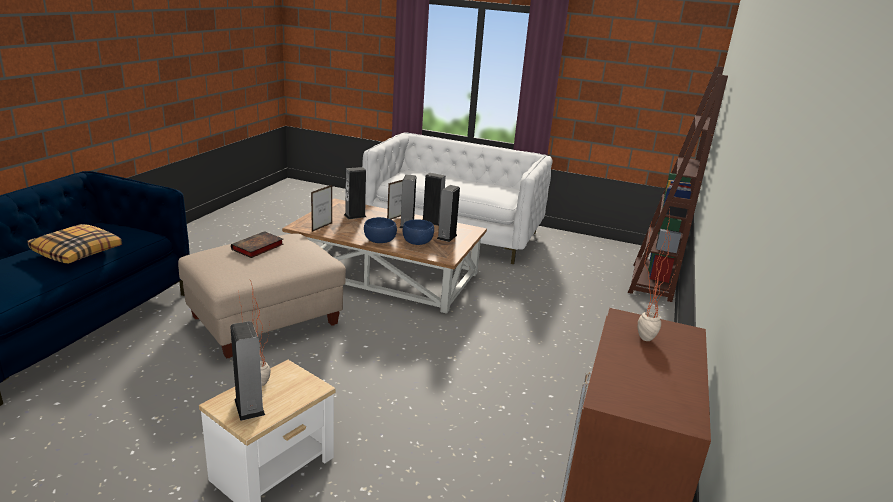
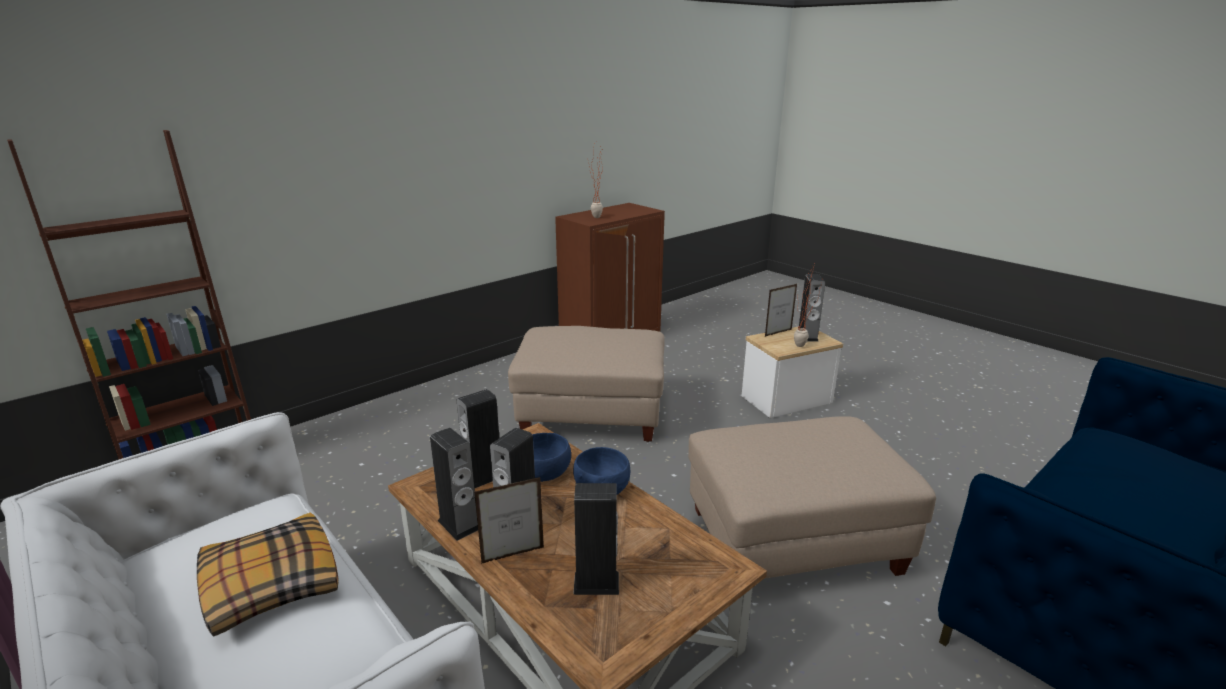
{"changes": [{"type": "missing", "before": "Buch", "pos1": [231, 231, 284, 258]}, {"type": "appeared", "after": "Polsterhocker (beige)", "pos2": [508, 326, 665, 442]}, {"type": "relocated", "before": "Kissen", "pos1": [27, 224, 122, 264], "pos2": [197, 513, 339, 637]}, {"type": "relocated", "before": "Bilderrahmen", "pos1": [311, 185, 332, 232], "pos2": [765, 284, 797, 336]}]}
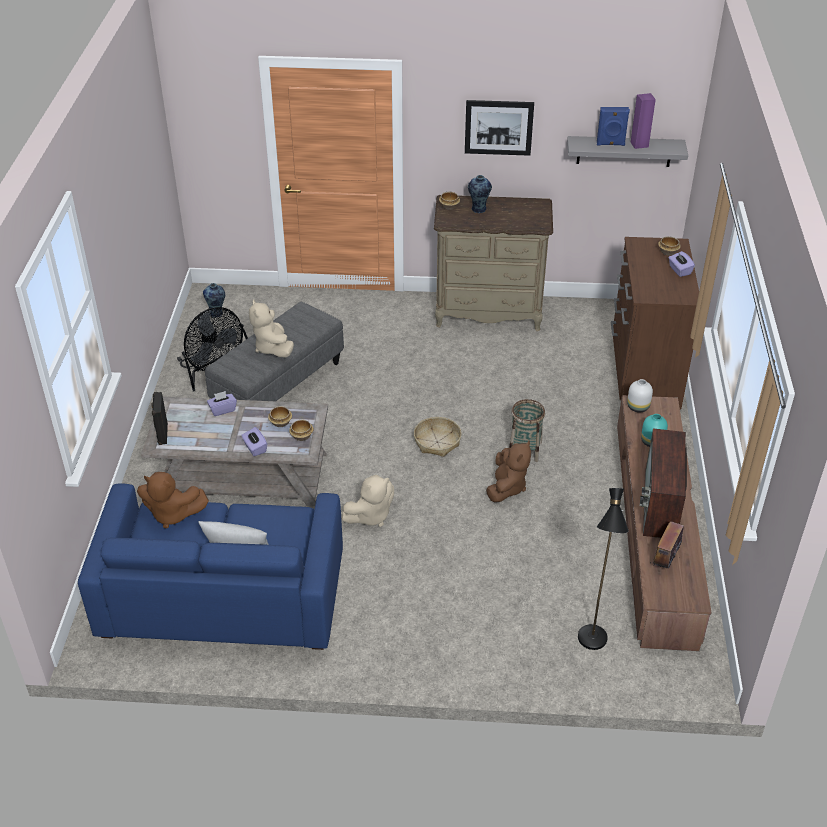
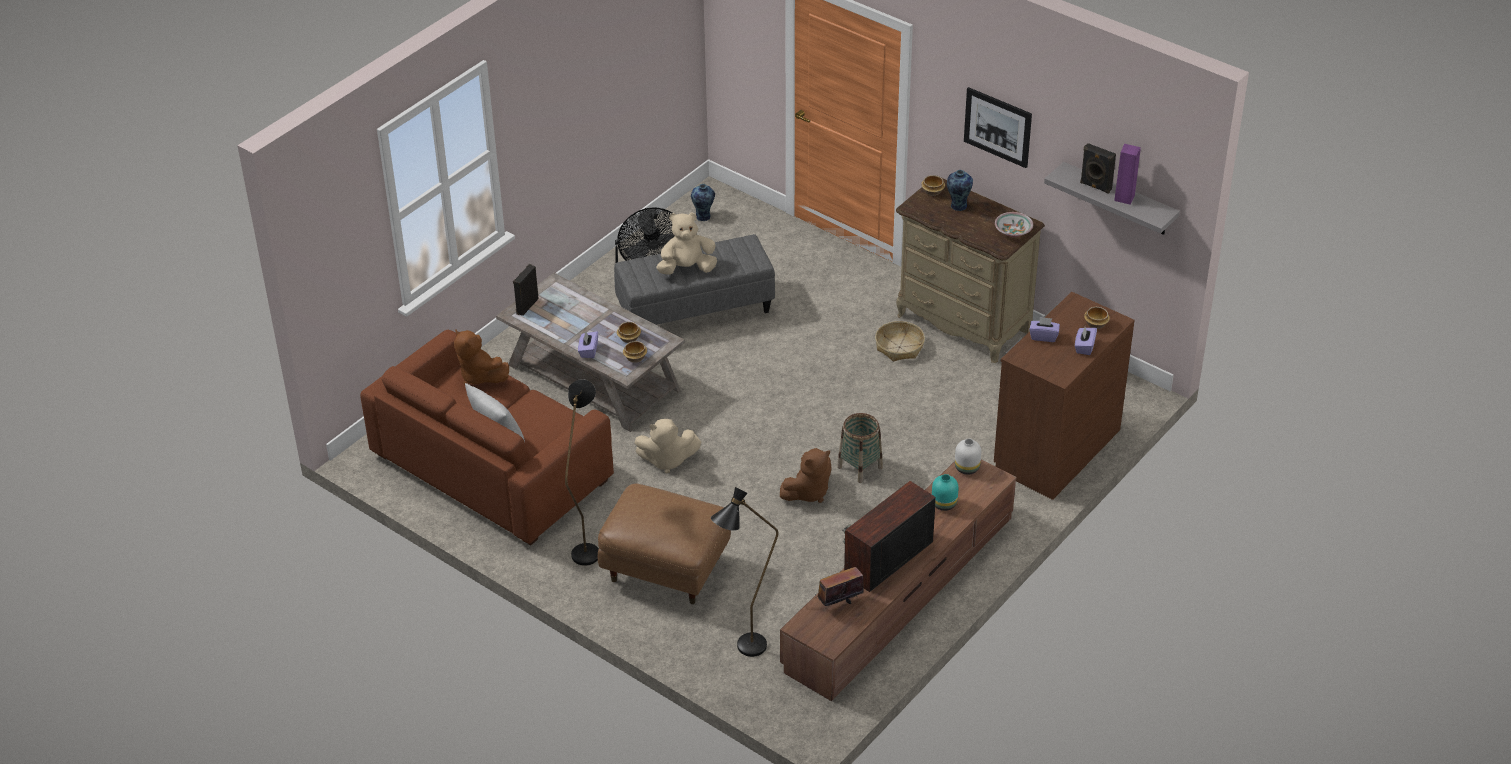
{"changes": [{"type": "appeared", "after": "Stehlampe (schwarz)", "pos2": [565, 379, 599, 566]}, {"type": "appeared", "after": "Polsterhocker (braun)", "pos2": [598, 484, 731, 604]}, {"type": "appeared", "after": "Schüssel", "pos2": [995, 212, 1033, 237]}, {"type": "relocated", "before": "Taschentuchbox (lila)", "pos1": [207, 391, 237, 416], "pos2": [1029, 317, 1060, 342]}, {"type": "relocated", "before": "Korb", "pos1": [414, 417, 461, 457], "pos2": [875, 321, 925, 361]}, {"type": "colour", "before": "Sofa (blau)", "after": "Sofa (braun)", "pos1": [78, 484, 343, 650], "pos2": [360, 330, 614, 546]}, {"type": "colour", "before": "Lautsprecher (blau)", "after": "Lautsprecher (schwarz)", "pos1": [597, 107, 630, 146], "pos2": [1080, 143, 1116, 194]}, {"type": "spun", "before": "Plüschtier (beige)", "pos1": [249, 300, 294, 357], "pos2": [657, 212, 717, 275], "turn": 60}]}
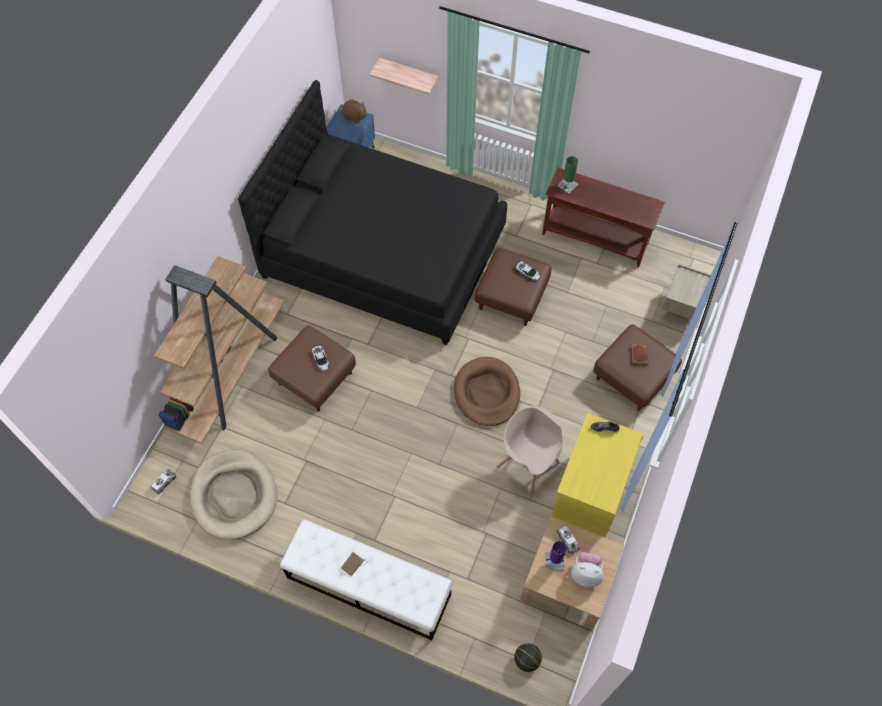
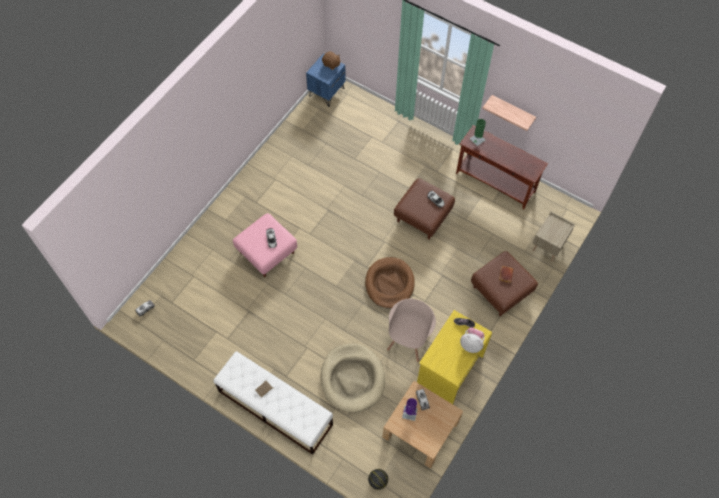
{"changes": [{"type": "missing", "before": "Bücherregal (braun)", "pos1": [154, 256, 284, 444]}, {"type": "missing", "before": "Bett (schwarz)", "pos1": [238, 80, 507, 345]}, {"type": "relocated", "before": "Hundebett (beige)", "pos1": [190, 449, 278, 539], "pos2": [321, 344, 385, 412]}, {"type": "relocated", "before": "Wandregal", "pos1": [370, 58, 438, 95], "pos2": [482, 95, 536, 131]}, {"type": "relocated", "before": "Plüschtier", "pos1": [571, 552, 604, 587], "pos2": [460, 327, 485, 353]}, {"type": "colour", "before": "Polsterhocker (braun)", "after": "Polsterhocker (rosa)", "pos1": [268, 325, 356, 412], "pos2": [233, 213, 297, 277]}, {"type": "spun", "before": "Stuhl (beige)", "pos1": [497, 406, 563, 494], "pos2": [387, 299, 436, 362], "turn": 60}]}
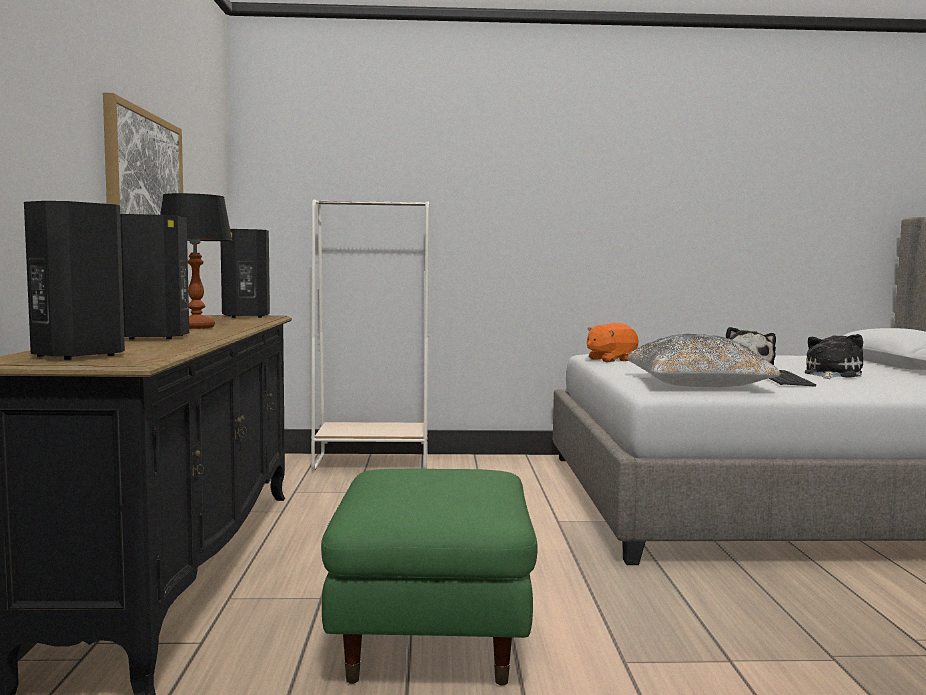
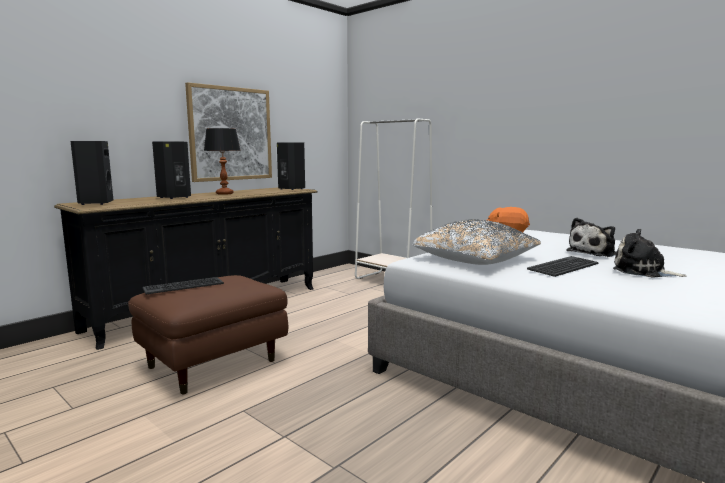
{"changes": [{"type": "appeared", "after": "Tastatur", "pos2": [143, 277, 224, 295]}, {"type": "colour", "before": "Polsterhocker (grün)", "after": "Polsterhocker (braun)", "pos1": [321, 469, 538, 686], "pos2": [128, 275, 288, 394]}, {"type": "spun", "before": "Plüschtier", "pos1": [805, 334, 863, 379], "pos2": [613, 229, 687, 278], "turn": -135}]}
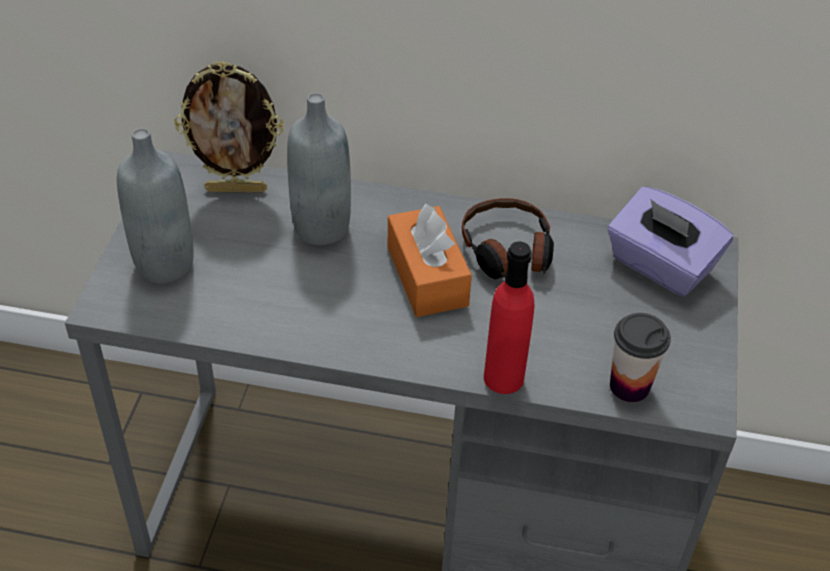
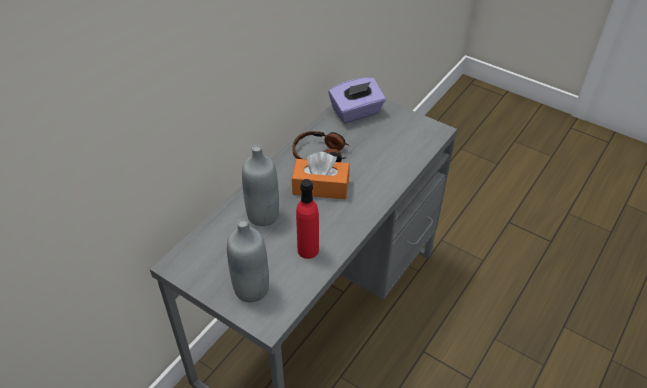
{"changes": [{"type": "missing", "before": "Bilderrahmen", "pos1": [174, 61, 284, 193]}, {"type": "missing", "before": "Tasse", "pos1": [610, 313, 671, 402]}, {"type": "relocated", "before": "Flasche (rot)", "pos1": [484, 241, 535, 394], "pos2": [296, 179, 319, 259]}]}
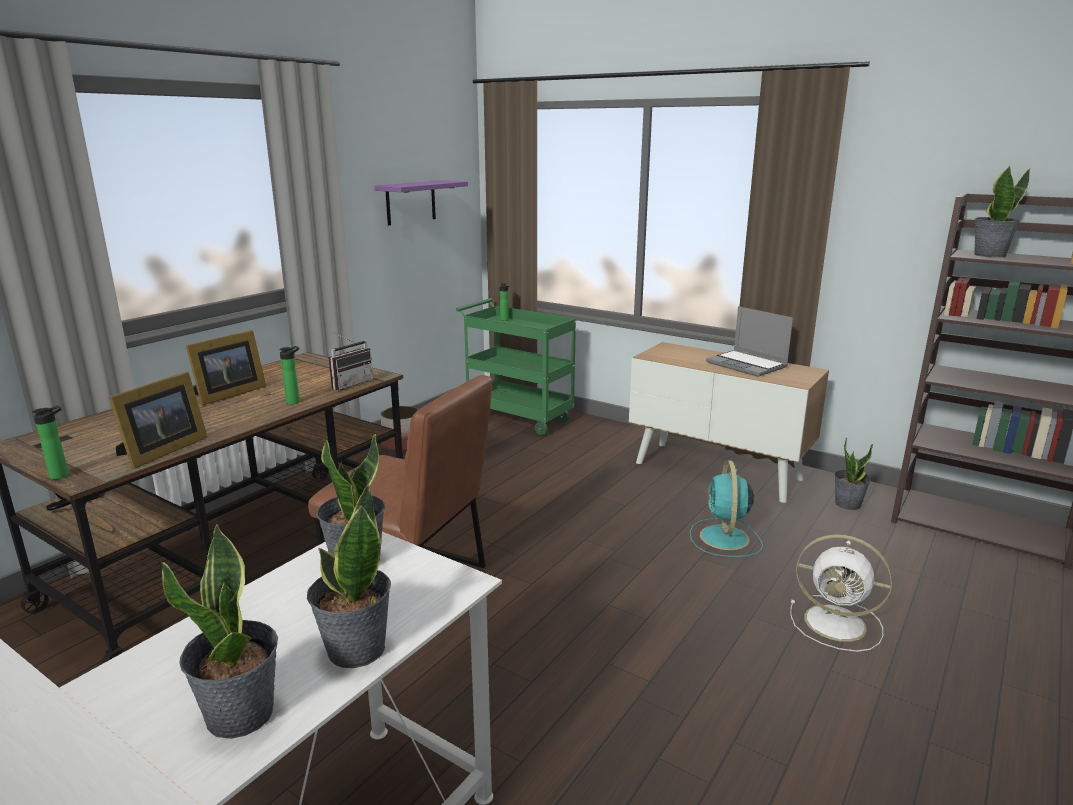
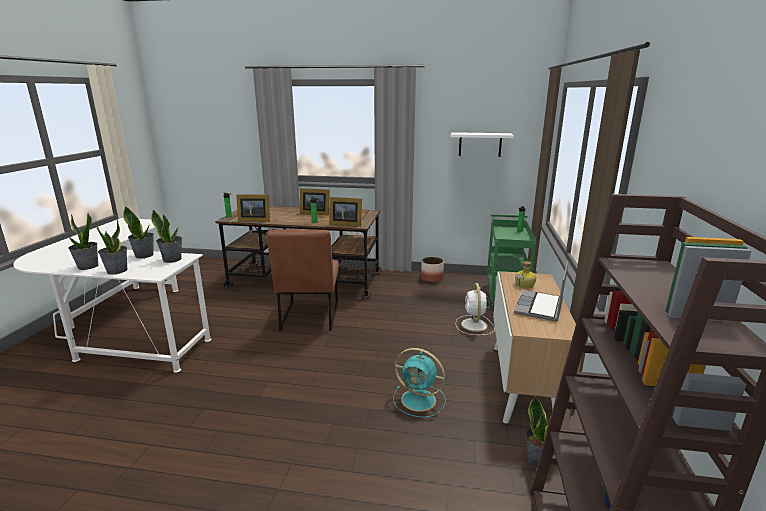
{"changes": [{"type": "appeared", "after": "Flasche", "pos2": [515, 261, 536, 288]}, {"type": "relocated", "before": "Ventilator (weiß)", "pos1": [790, 534, 892, 652], "pos2": [455, 283, 495, 335]}, {"type": "relocated", "before": "Topfpflanze", "pos1": [974, 165, 1030, 258], "pos2": [123, 206, 154, 259]}, {"type": "exchanged", "before": "Radio", "after": "Bilderrahmen", "pos1": [329, 332, 373, 390], "pos2": [329, 197, 362, 227]}, {"type": "colour", "before": "Wandregal (lila)", "after": "Wandregal (weiß)", "pos1": [374, 180, 468, 226], "pos2": [451, 132, 514, 157]}, {"type": "spun", "before": "Ventilator (türkis)", "pos1": [690, 460, 763, 557], "pos2": [393, 348, 445, 418], "turn": -135}]}
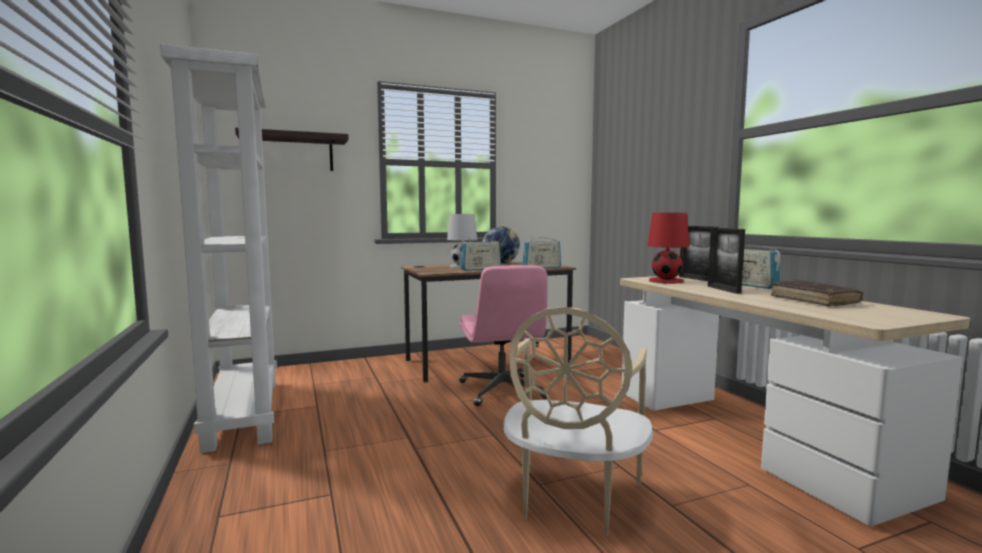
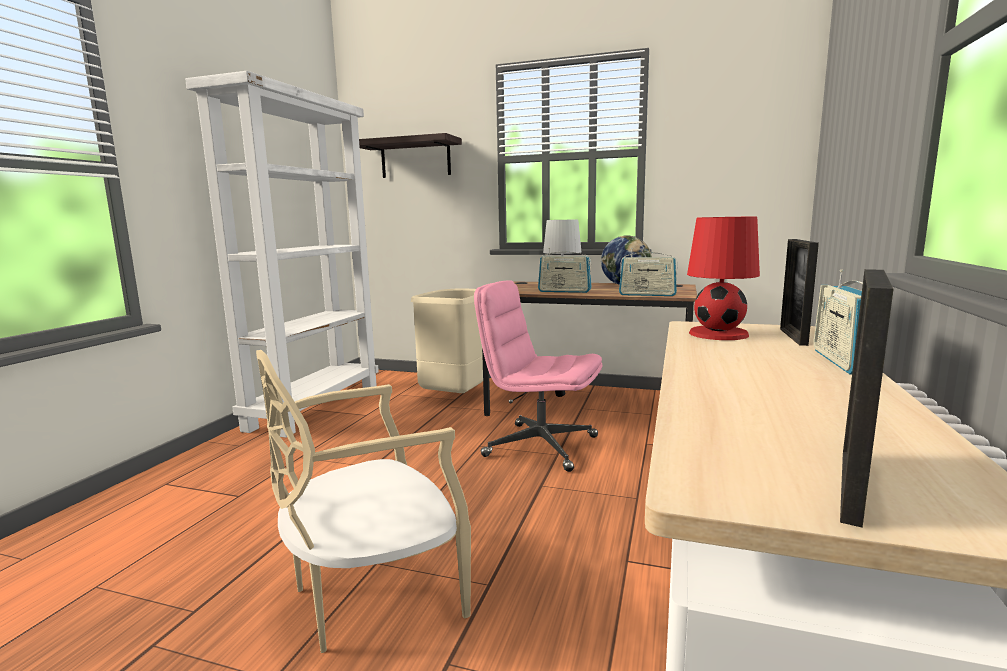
{"changes": [{"type": "missing", "before": "Buch (braun)", "pos1": [771, 280, 863, 307]}, {"type": "appeared", "after": "Mülleimer (beige)", "pos2": [411, 288, 483, 393]}, {"type": "relocated", "before": "Bilderrahmen", "pos1": [708, 228, 745, 294], "pos2": [840, 269, 894, 528]}, {"type": "spun", "before": "Bürostuhl (rosa)", "pos1": [459, 265, 549, 406], "pos2": [474, 280, 602, 472], "turn": 90}]}
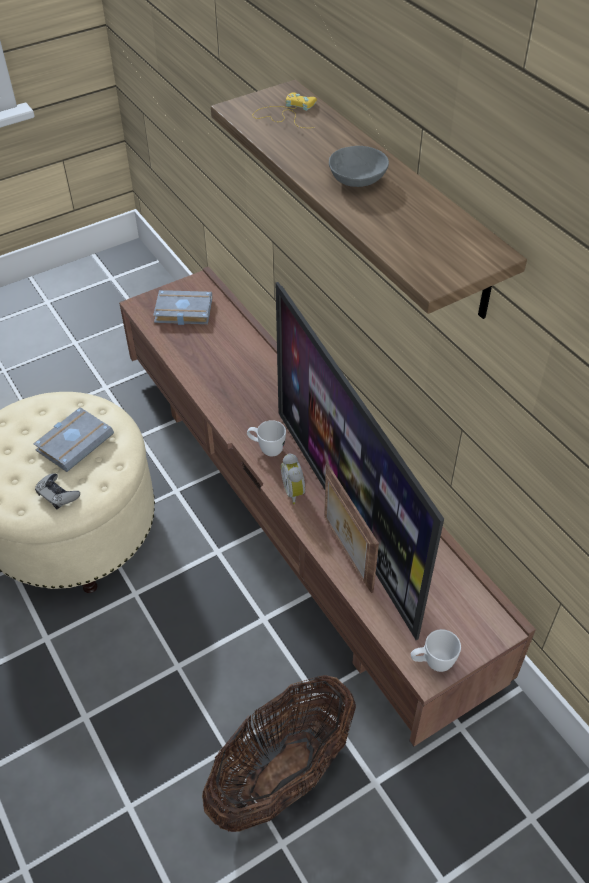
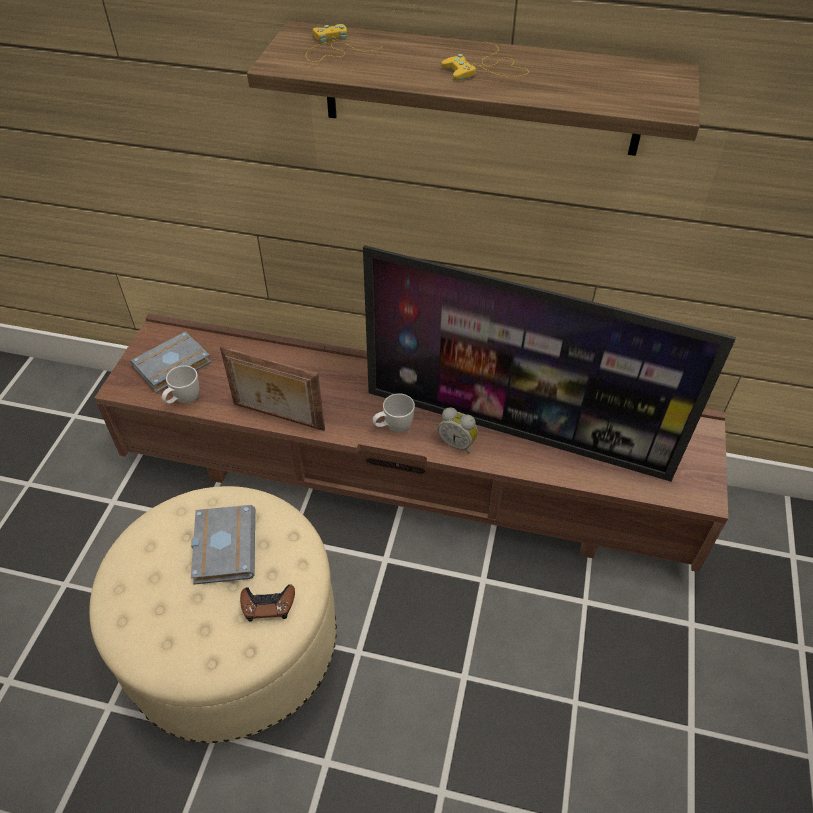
{"changes": [{"type": "missing", "before": "Korb", "pos1": [202, 675, 356, 832]}, {"type": "relocated", "before": "Bilderrahmen", "pos1": [324, 464, 379, 593], "pos2": [220, 346, 325, 431]}, {"type": "relocated", "before": "Henkelbecher (weiß)", "pos1": [411, 629, 461, 672], "pos2": [162, 365, 199, 404]}, {"type": "exchanged", "before": "Schüssel (grau)", "after": "Gamepad (gelb)", "pos1": [329, 146, 389, 187], "pos2": [441, 42, 529, 80]}, {"type": "colour", "before": "Gamepad (grau)", "after": "Gamepad (braun)", "pos1": [35, 473, 80, 510], "pos2": [240, 584, 295, 622]}]}
